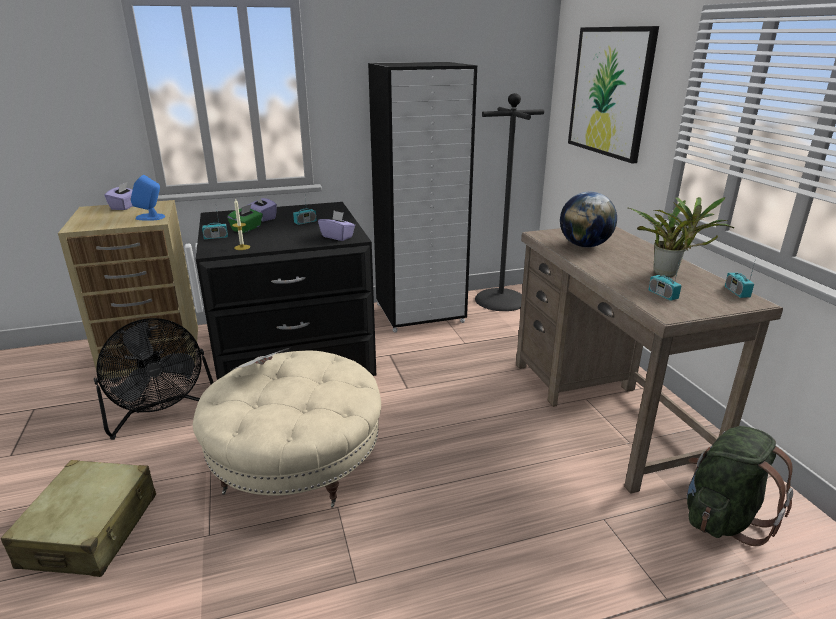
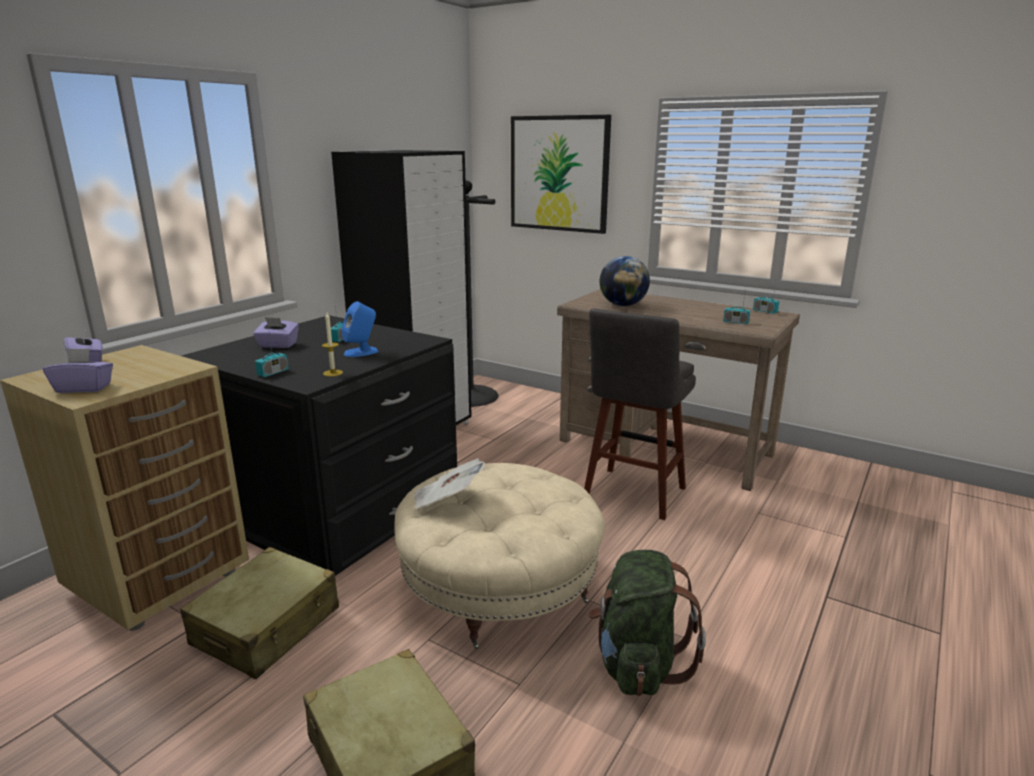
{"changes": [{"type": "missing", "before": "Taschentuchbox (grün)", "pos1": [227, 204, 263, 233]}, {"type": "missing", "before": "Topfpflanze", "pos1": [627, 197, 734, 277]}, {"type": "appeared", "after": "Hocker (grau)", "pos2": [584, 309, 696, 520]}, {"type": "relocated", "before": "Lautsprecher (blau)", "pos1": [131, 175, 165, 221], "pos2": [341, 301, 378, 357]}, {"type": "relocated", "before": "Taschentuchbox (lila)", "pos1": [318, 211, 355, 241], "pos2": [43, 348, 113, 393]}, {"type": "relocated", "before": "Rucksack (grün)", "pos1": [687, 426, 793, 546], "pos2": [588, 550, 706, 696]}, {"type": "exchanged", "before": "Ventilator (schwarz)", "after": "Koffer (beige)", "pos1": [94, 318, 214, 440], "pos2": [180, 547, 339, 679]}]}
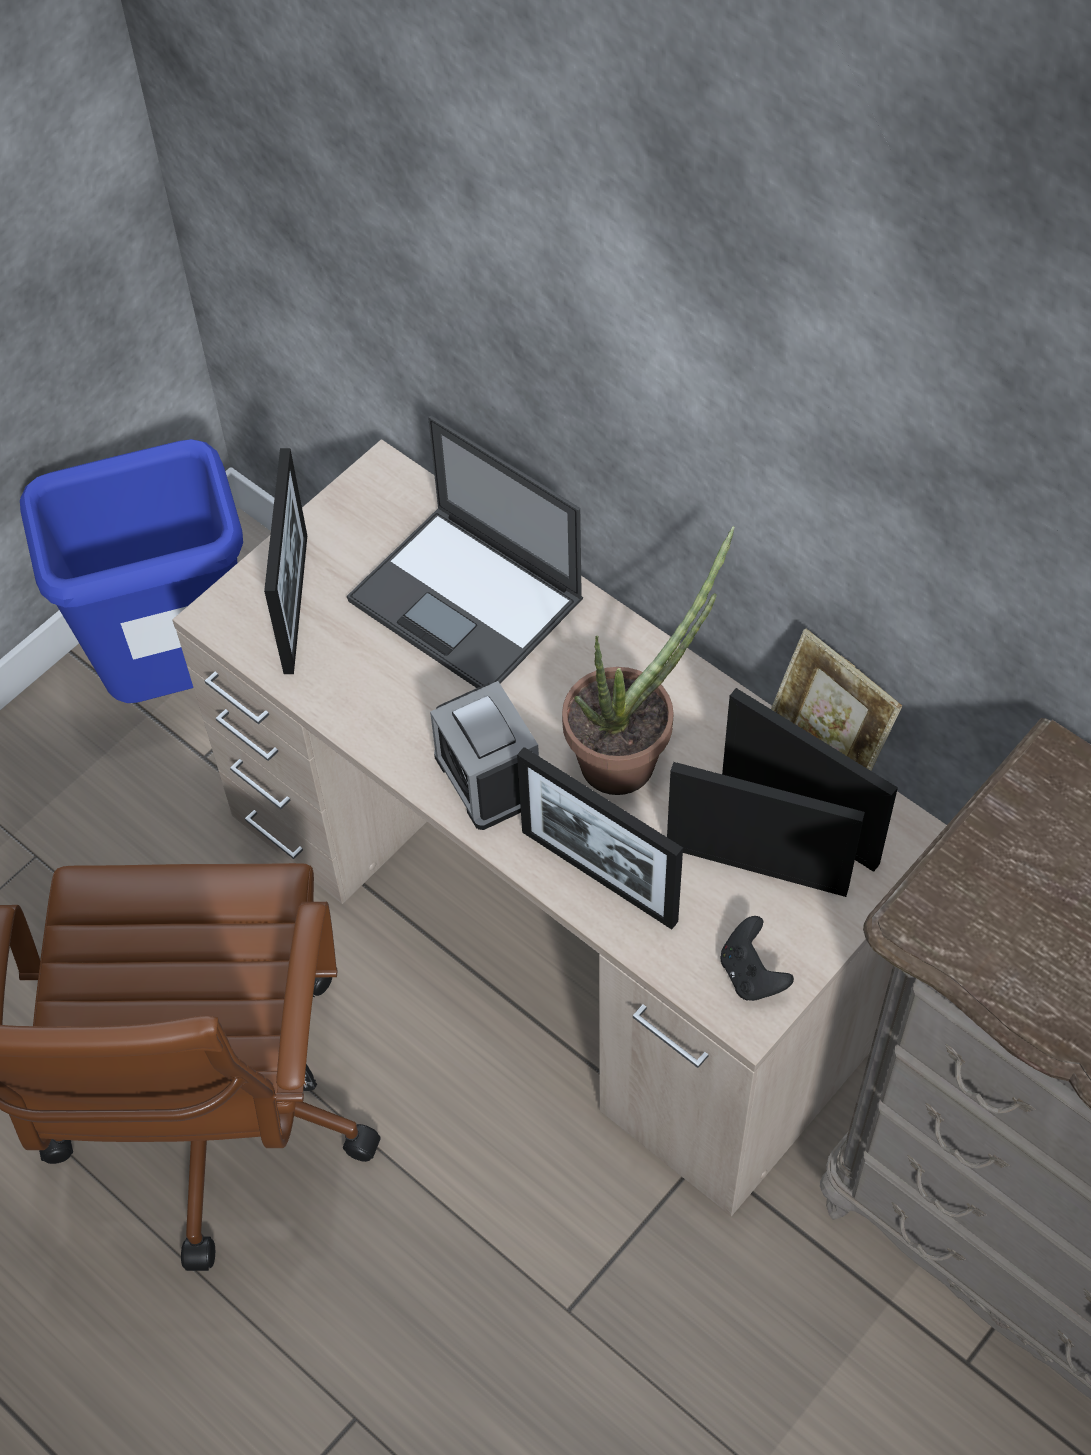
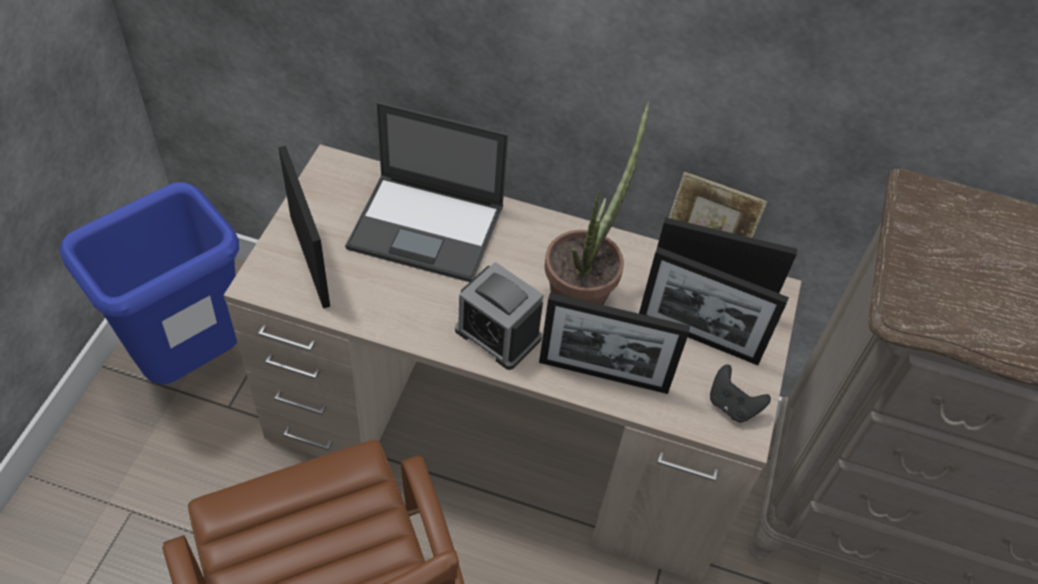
{"changes": [{"type": "spun", "before": "Bilderrahmen", "pos1": [667, 762, 865, 897], "pos2": [639, 247, 789, 365], "turn": -150}]}
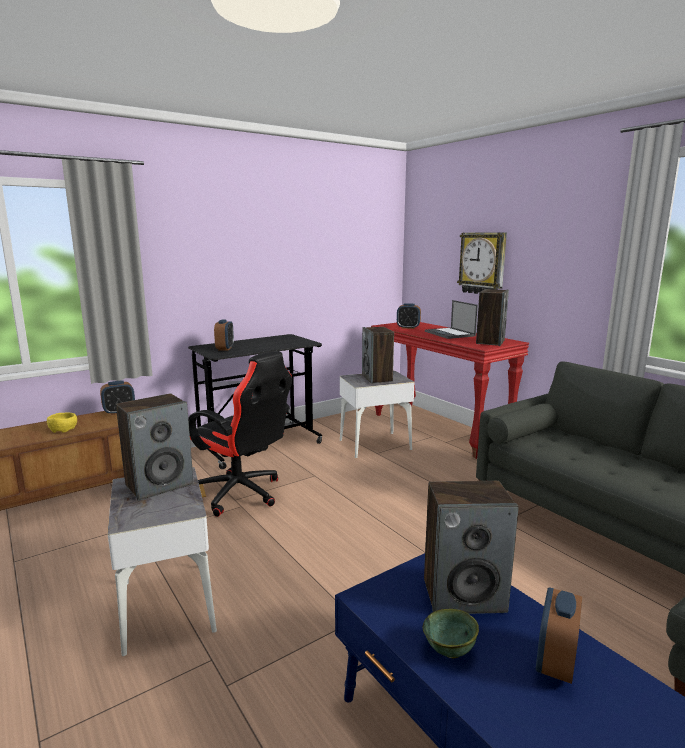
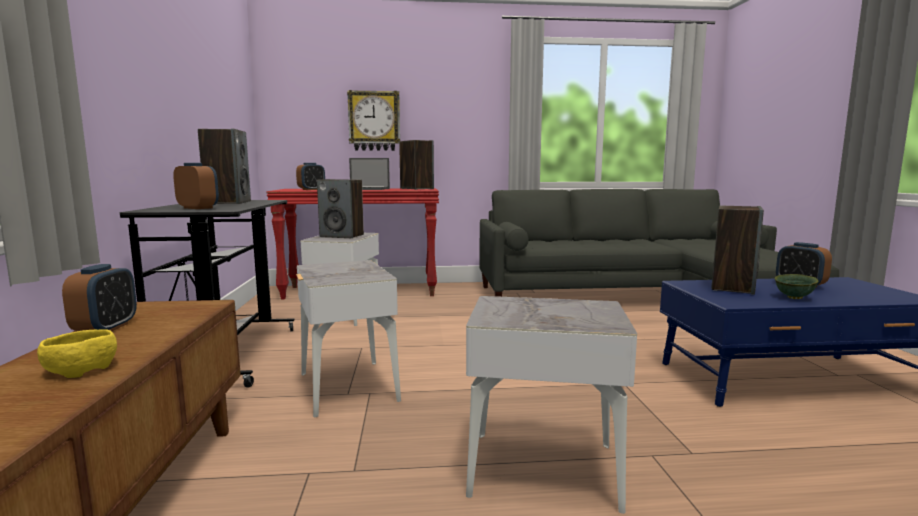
{"changes": [{"type": "relocated", "before": "Lautsprecher", "pos1": [116, 393, 194, 501], "pos2": [198, 129, 251, 204]}, {"type": "exchanged", "before": "Bürostuhl (schwarz)", "after": "Beistelltisch", "pos1": [188, 351, 293, 517], "pos2": [296, 260, 401, 417]}]}
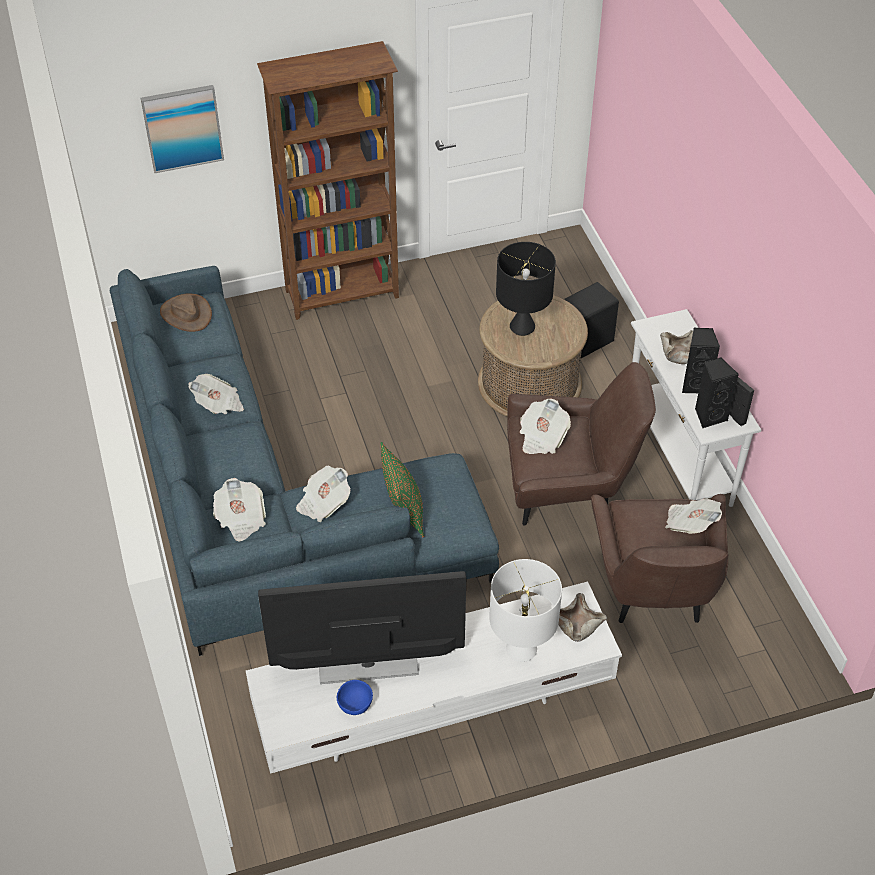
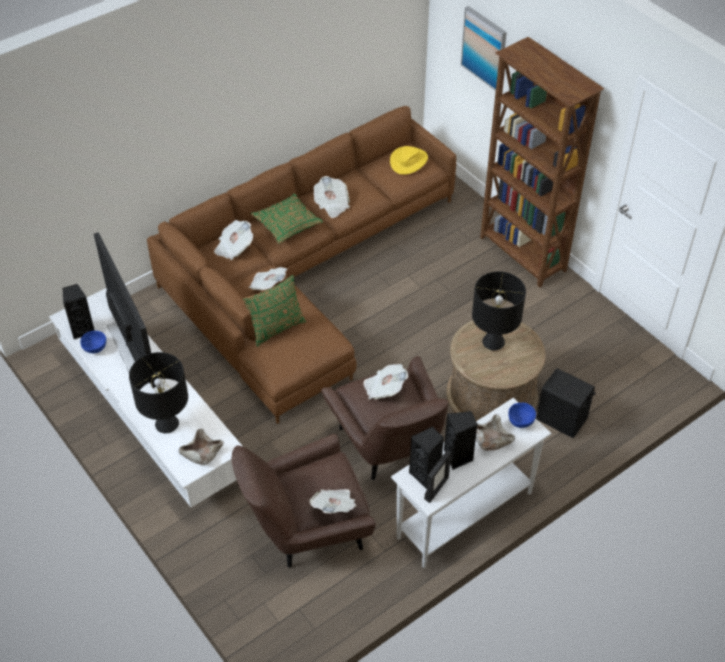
{"changes": [{"type": "appeared", "after": "Lautsprecher (schwarz)", "pos2": [62, 284, 95, 339]}, {"type": "appeared", "after": "Kissen (grün)", "pos2": [251, 193, 324, 244]}, {"type": "appeared", "after": "Schüssel (blau)", "pos2": [508, 402, 536, 428]}, {"type": "colour", "before": "Sofa (blau)", "after": "Sofa (braun)", "pos1": [110, 266, 499, 656], "pos2": [147, 106, 456, 424]}, {"type": "colour", "before": "Hut (braun)", "after": "Hut (gelb)", "pos1": [160, 294, 212, 332], "pos2": [390, 146, 428, 175]}, {"type": "colour", "before": "Tischlampe (weiß)", "after": "Tischlampe (schwarz)", "pos1": [489, 559, 562, 662], "pos2": [129, 352, 188, 433]}]}
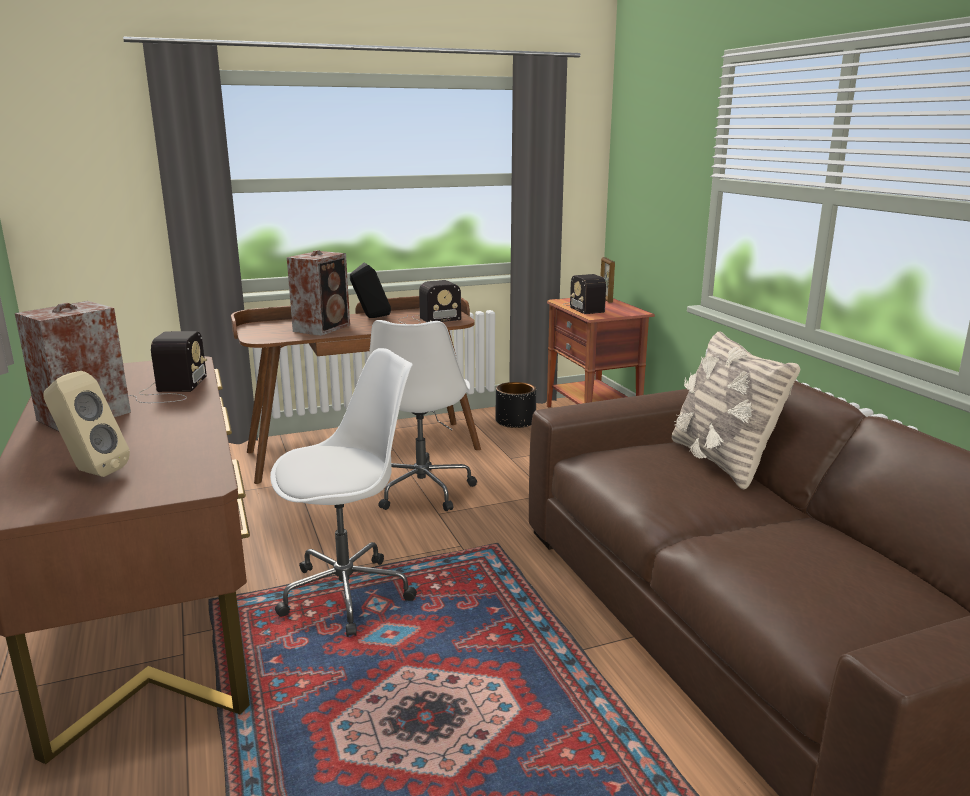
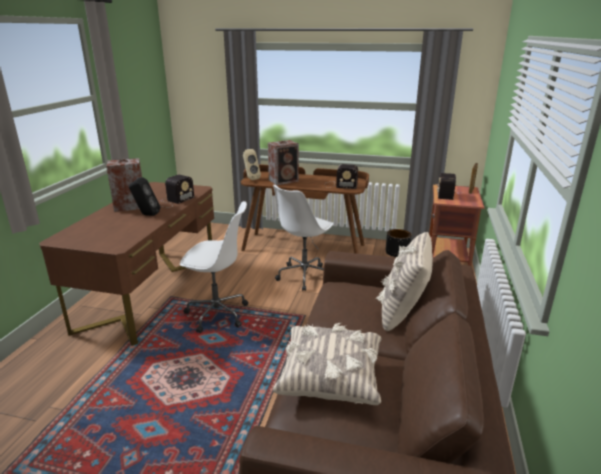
{"changes": [{"type": "appeared", "after": "Kissen (beige)", "pos2": [273, 323, 381, 405]}, {"type": "relocated", "before": "Lautsprecher (beige)", "pos1": [43, 371, 130, 477], "pos2": [243, 149, 261, 180]}, {"type": "relocated", "before": "Lautsprecher (schwarz)", "pos1": [350, 263, 391, 318], "pos2": [129, 177, 160, 216]}]}
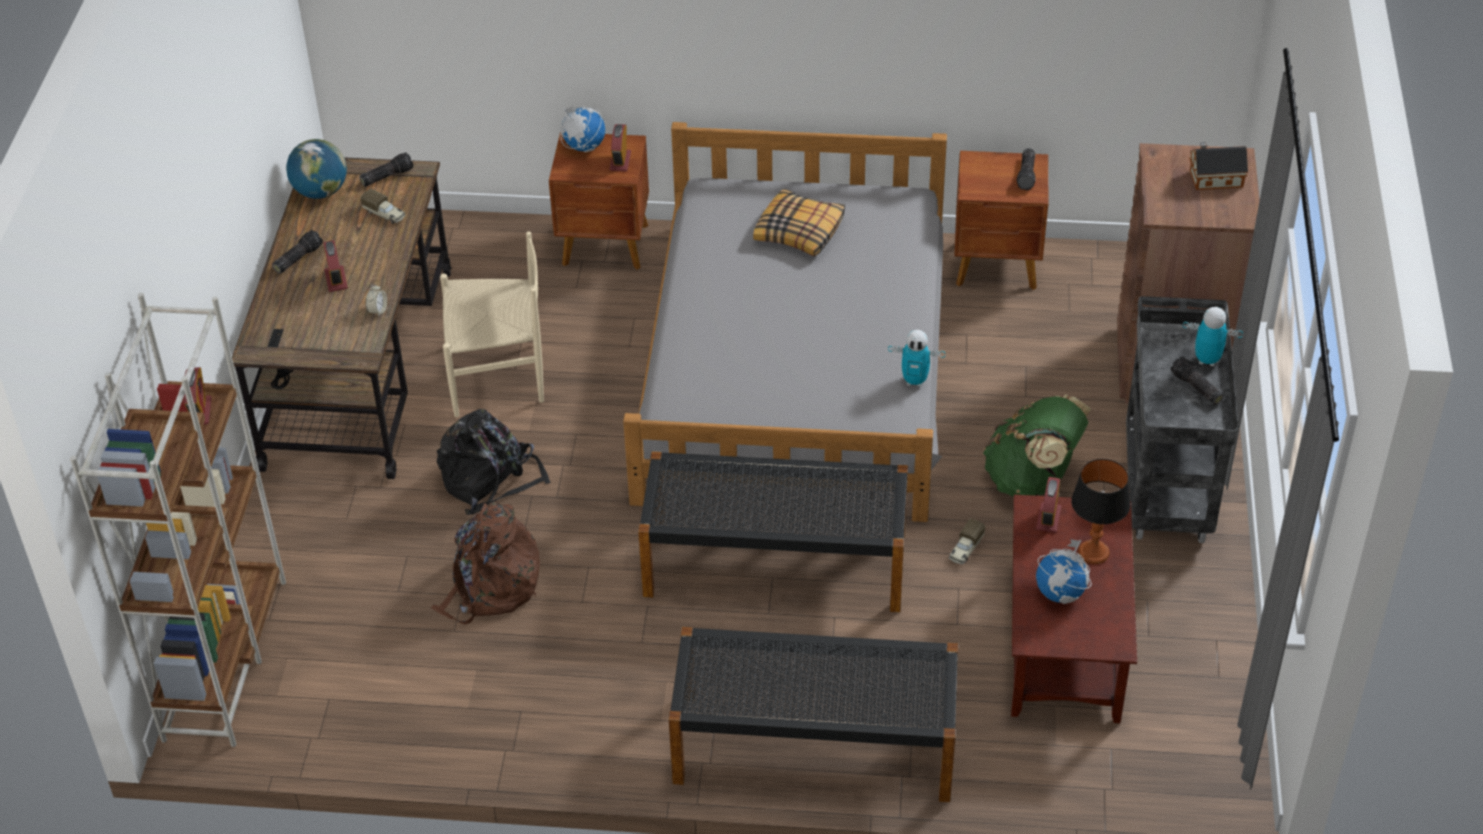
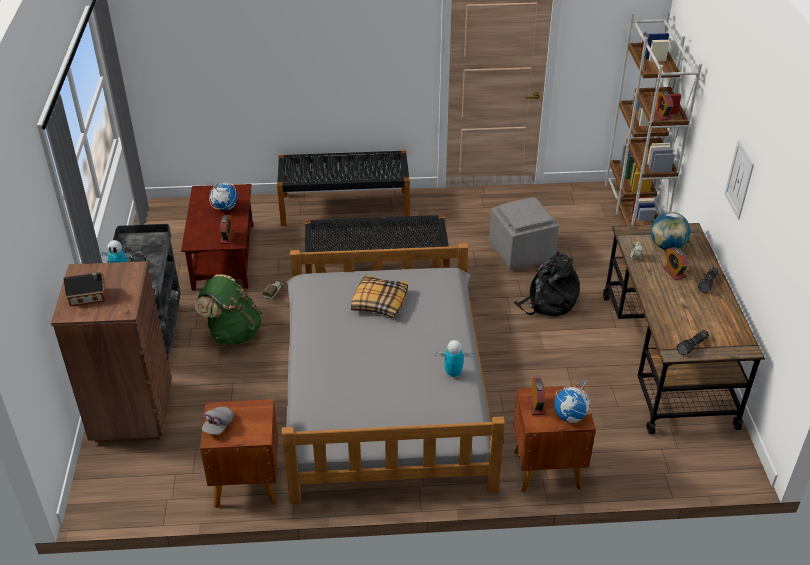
{"changes": [{"type": "missing", "before": "Spielzeuglaster", "pos1": [361, 189, 405, 224]}, {"type": "missing", "before": "Stuhl (beige)", "pos1": [440, 231, 544, 417]}, {"type": "missing", "before": "Tischlampe", "pos1": [1071, 459, 1130, 564]}, {"type": "appeared", "after": "Bild", "pos2": [724, 140, 754, 220]}, {"type": "relocated", "before": "Globus", "pos1": [286, 139, 347, 199], "pos2": [651, 212, 691, 250]}, {"type": "relocated", "before": "Kissen", "pos1": [753, 189, 845, 257], "pos2": [351, 275, 408, 318]}, {"type": "relocated", "before": "Spielzeugroboter", "pos1": [888, 330, 945, 387], "pos2": [435, 340, 474, 378]}, {"type": "exchanged", "before": "Rucksack (braun)", "after": "Polsterhocker (grau)", "pos1": [431, 502, 540, 624], "pos2": [489, 197, 559, 270]}, {"type": "exchanged", "before": "Taschenlampe", "after": "Kappe (grau)", "pos1": [1017, 148, 1036, 190], "pos2": [202, 407, 234, 434]}]}
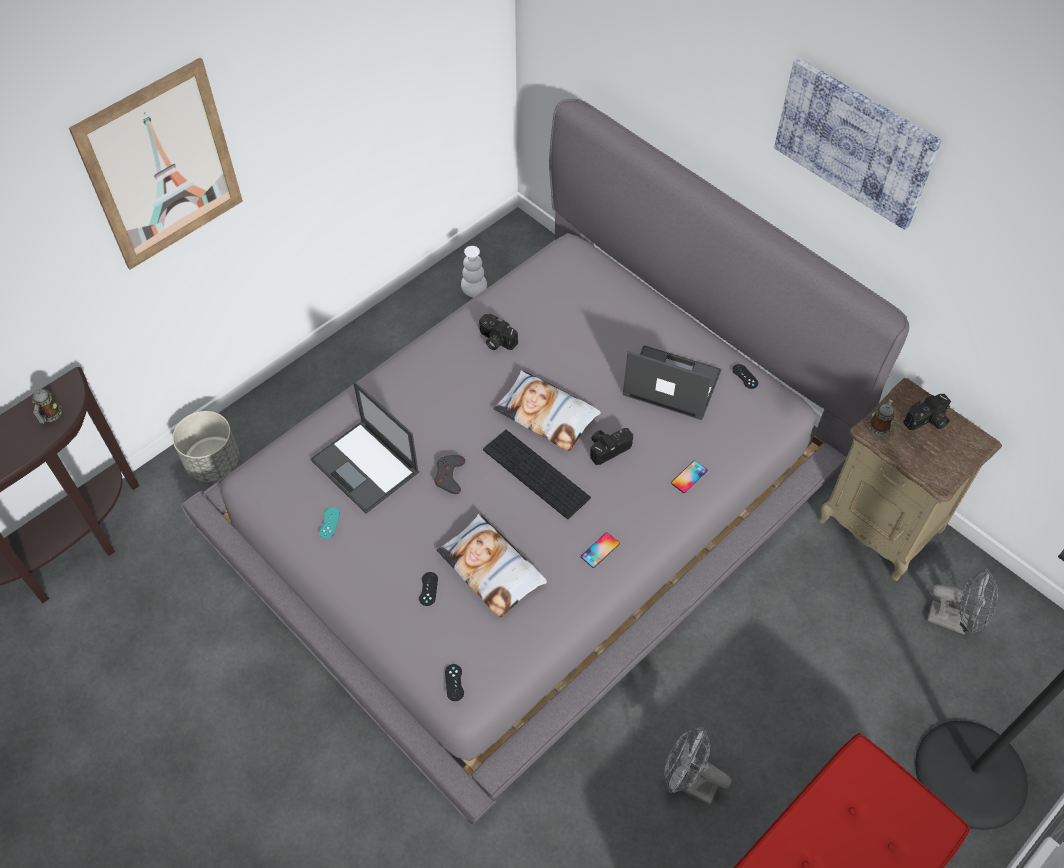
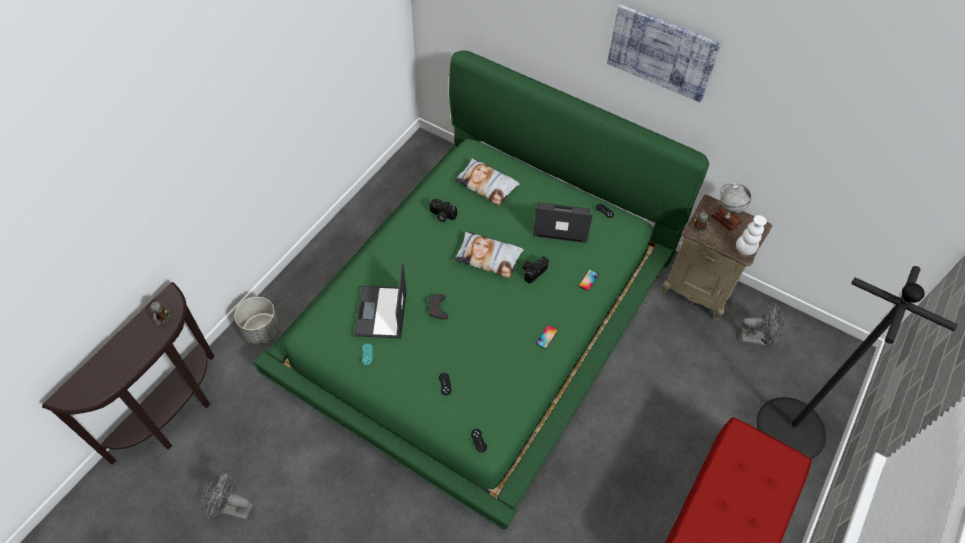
{"changes": [{"type": "missing", "before": "Bild", "pos1": [69, 58, 243, 270]}, {"type": "missing", "before": "Tastatur", "pos1": [483, 430, 591, 519]}, {"type": "relocated", "before": "Kissen", "pos1": [437, 513, 547, 618], "pos2": [454, 158, 520, 206]}, {"type": "relocated", "before": "Vase (weiß)", "pos1": [461, 246, 487, 298], "pos2": [736, 215, 767, 255]}, {"type": "relocated", "before": "Ventilator (grau)", "pos1": [664, 726, 732, 805], "pos2": [202, 470, 253, 520]}, {"type": "exchanged", "before": "Kamera", "after": "Globus", "pos1": [903, 394, 951, 430], "pos2": [710, 183, 751, 231]}, {"type": "colour", "before": "Bett (grau)", "after": "Bett (grün)", "pos1": [181, 99, 909, 824], "pos2": [254, 50, 709, 529]}, {"type": "spun", "before": "Laptop", "pos1": [310, 381, 419, 514], "pos2": [354, 262, 407, 338], "turn": 60}]}
